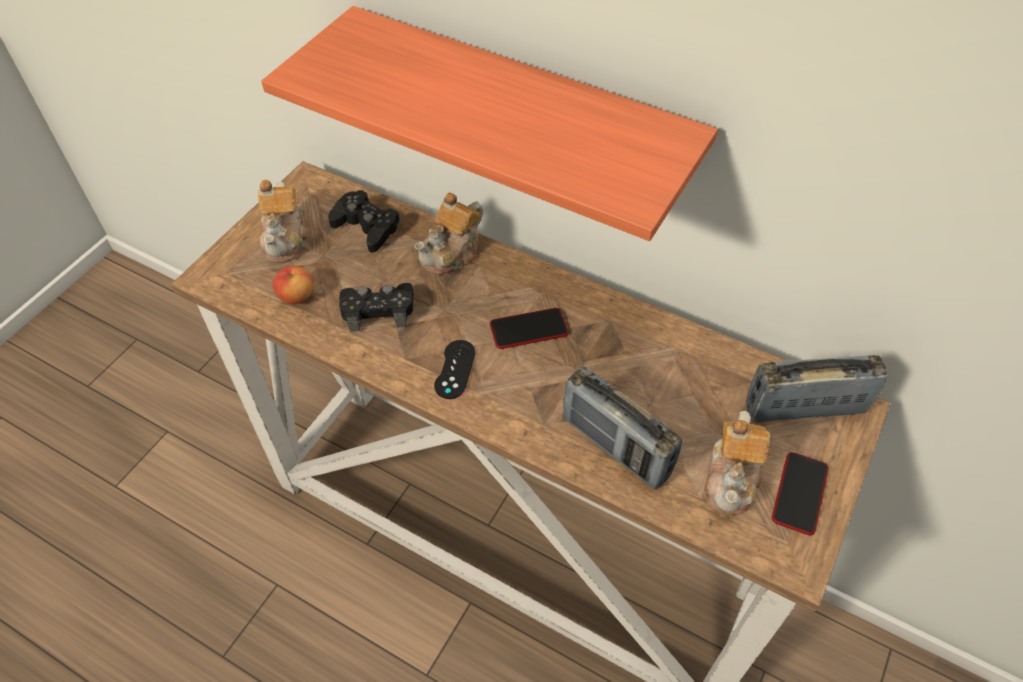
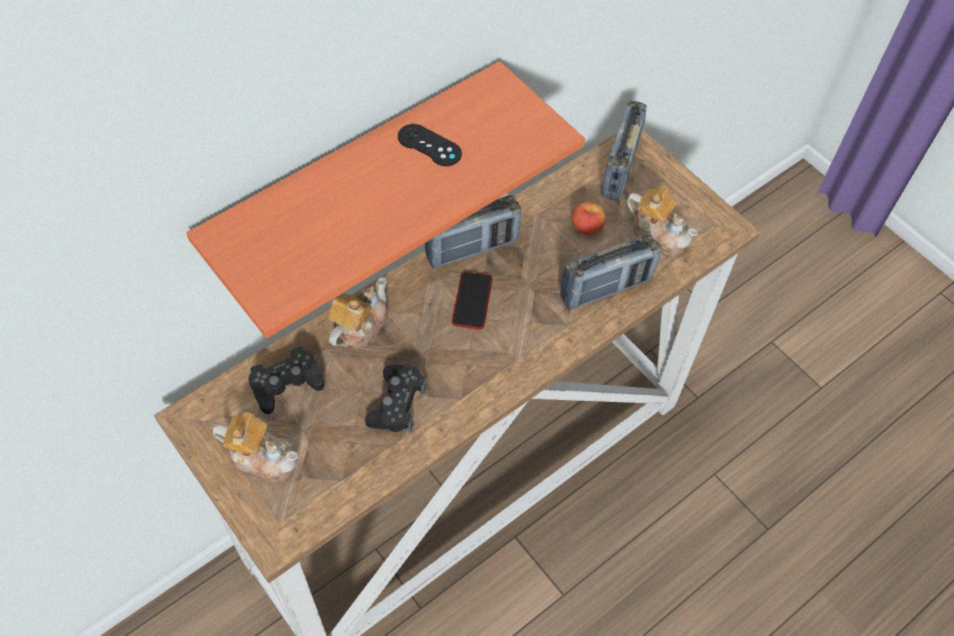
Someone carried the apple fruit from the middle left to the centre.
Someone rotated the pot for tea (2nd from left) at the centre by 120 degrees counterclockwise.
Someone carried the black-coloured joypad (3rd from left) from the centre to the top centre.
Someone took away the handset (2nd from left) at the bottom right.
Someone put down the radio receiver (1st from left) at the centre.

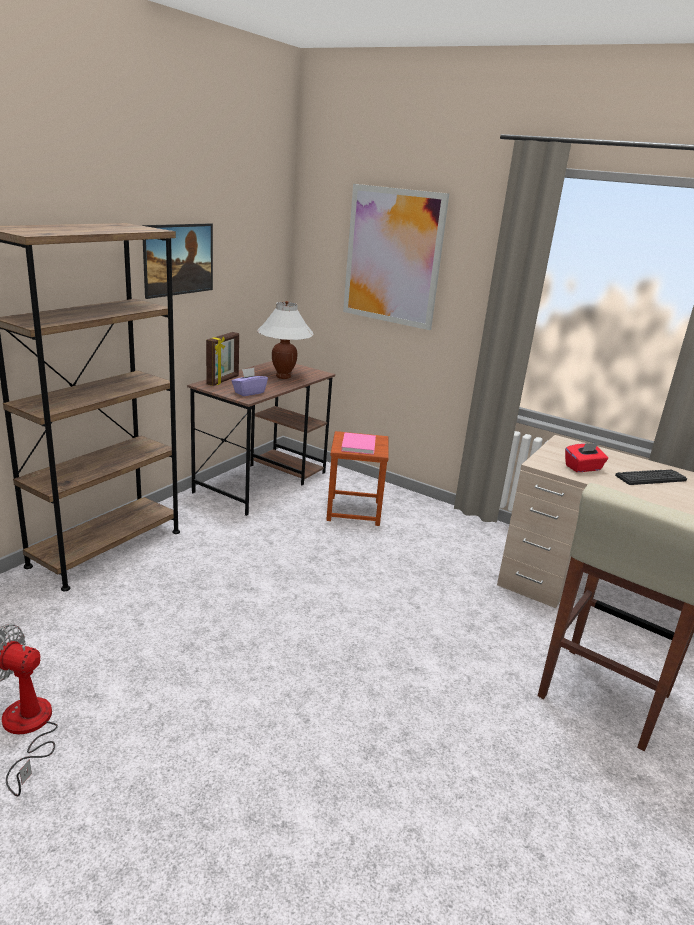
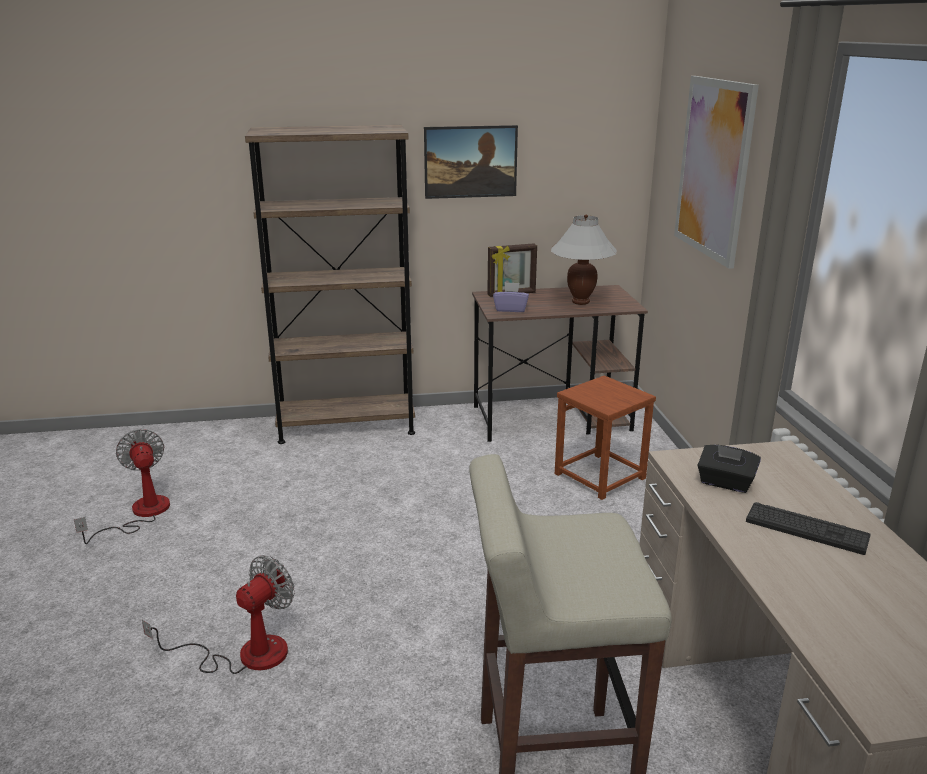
Someone took away the pink-coloured bound book at the centre.
Someone repainted the red box of tissues at the middle right, which became the black-coloured box of tissues at the middle right.
Someone put down the fan (2nd from left) at the bottom left.

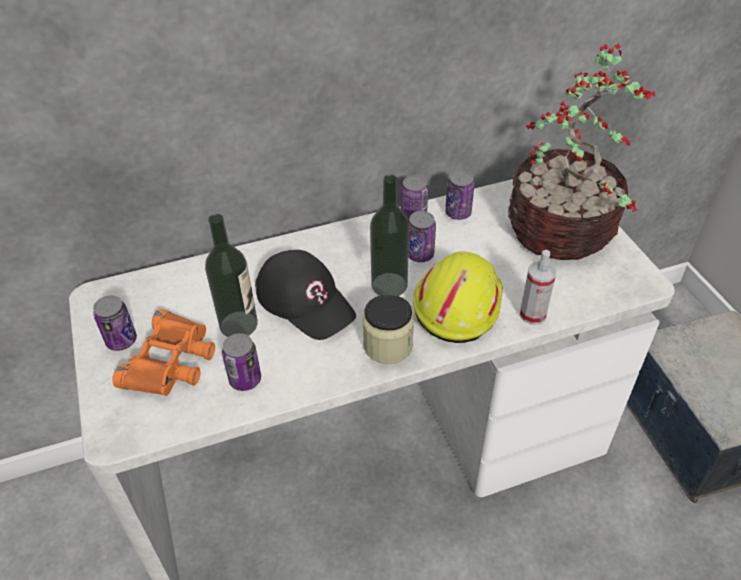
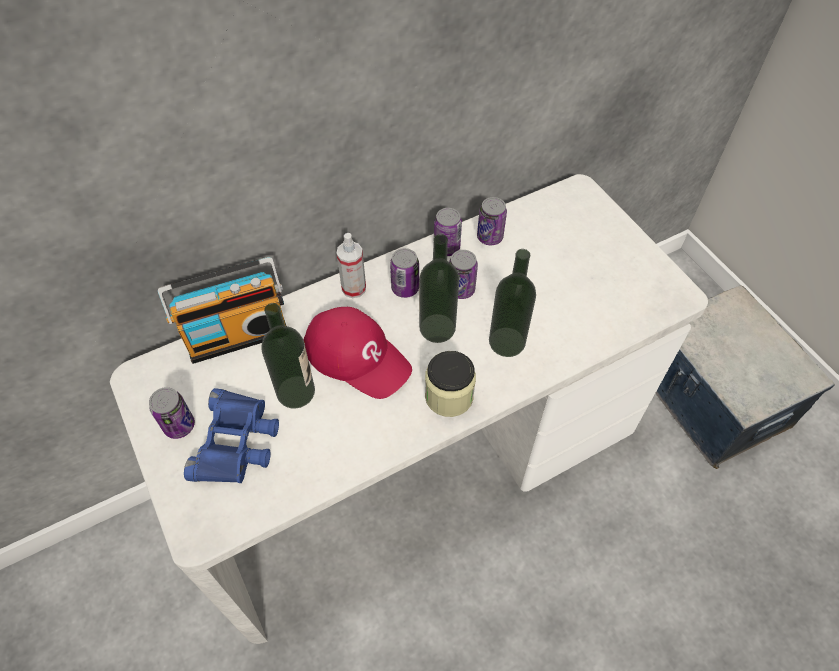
Someone repainted the orange-coloured pair of binoculars at the middle left, which became the blue-coloured pair of binoculars at the middle left.
Someone carried the can (2nd from left) from the middle left to the centre.
Someone repainted the black-coloured cap at the centre, which became the red cap at the centre.
Someone swapped the yellowish work helmet at the centre for the bottle (3rd from left) at the centre.
Someone took away the houseplant at the top right.
Someone carried the hand sprayer from the middle right to the centre.
Someone put down the radio receiver at the middle left.

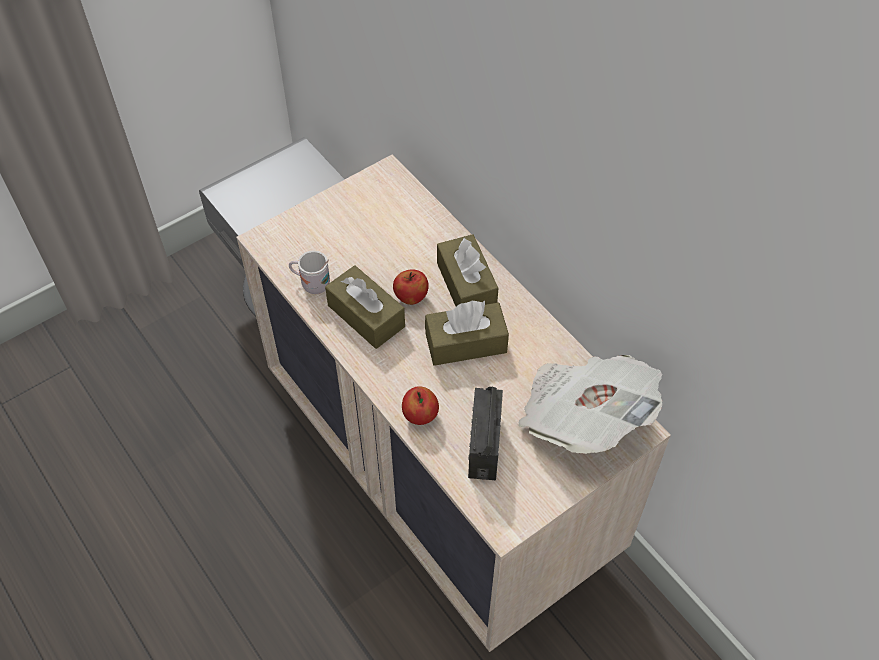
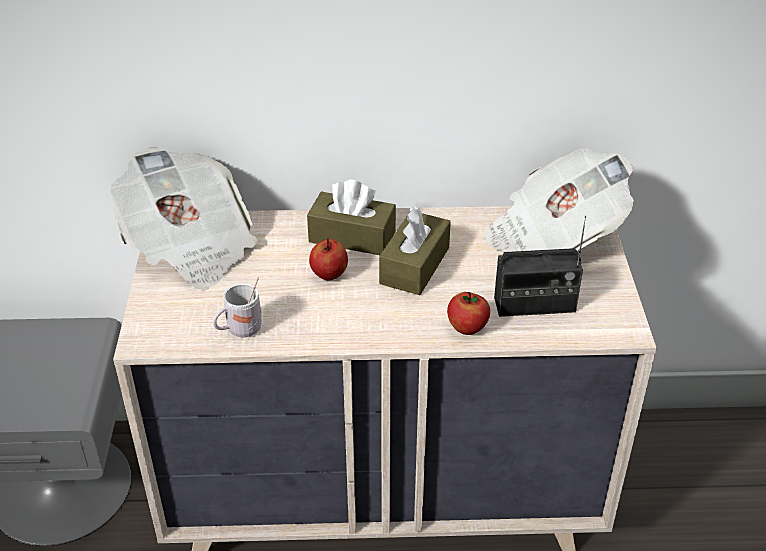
Someone took away the brownish box of tissues (1st from left) at the centre.
Someone rotated the radio receiver at the centre by 45 degrees counterclockwise.
Someone put down the printed paper (1st from left) at the middle left.

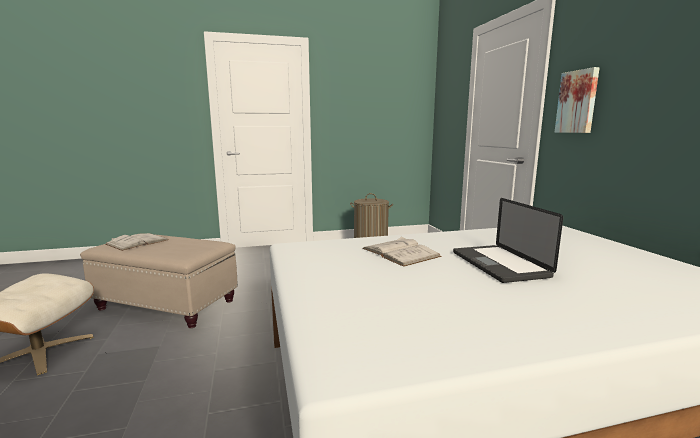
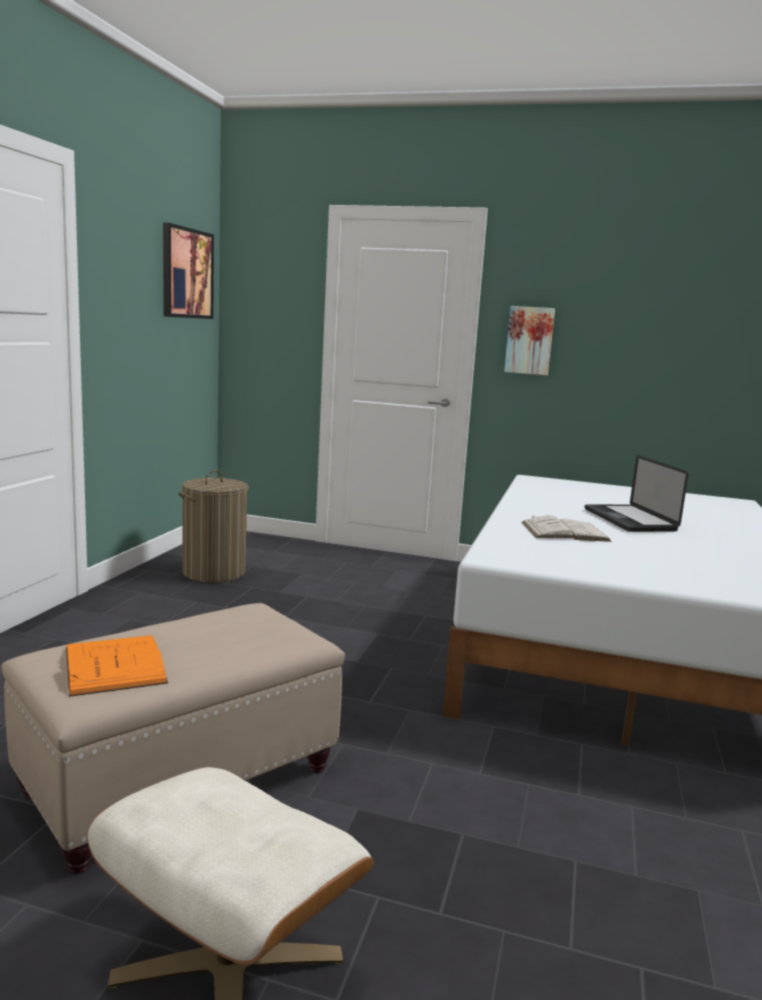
Someone repainted the white bound book (1st from left) at the middle left, which became the orange-coloured bound book at the middle left.
Someone rotated the notebook computer at the middle right by 60 degrees clockwise.
Someone put up the picture (1st from left) at the top left.

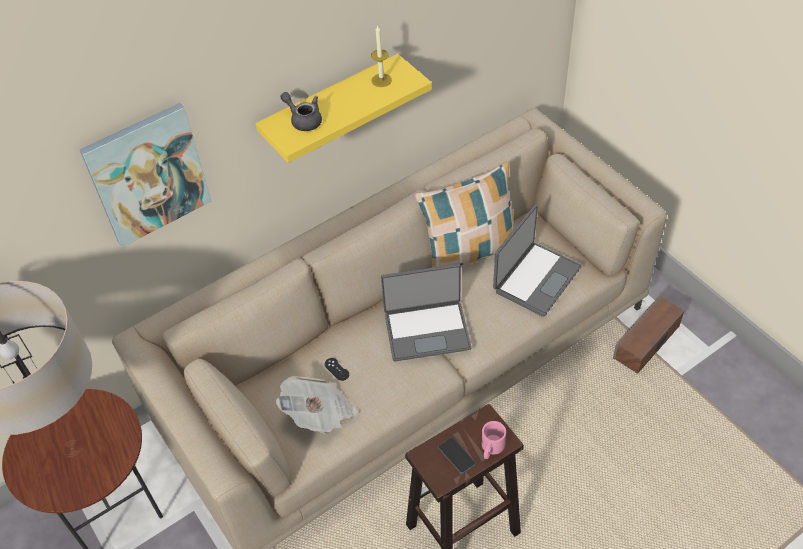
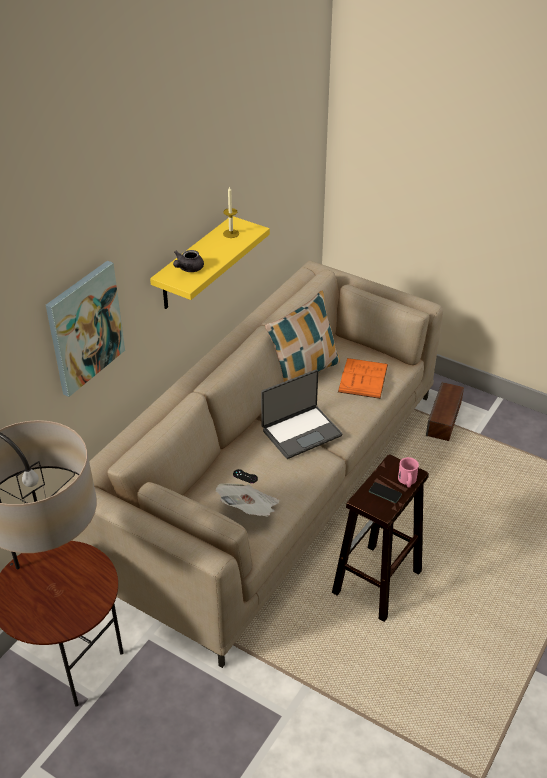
Someone rotated the grey pot for tea at the top centre by 75 degrees counterclockwise.
Someone swapped the notebook computer (2nd from left) at the middle right for the orange-coloured bound book at the centre.

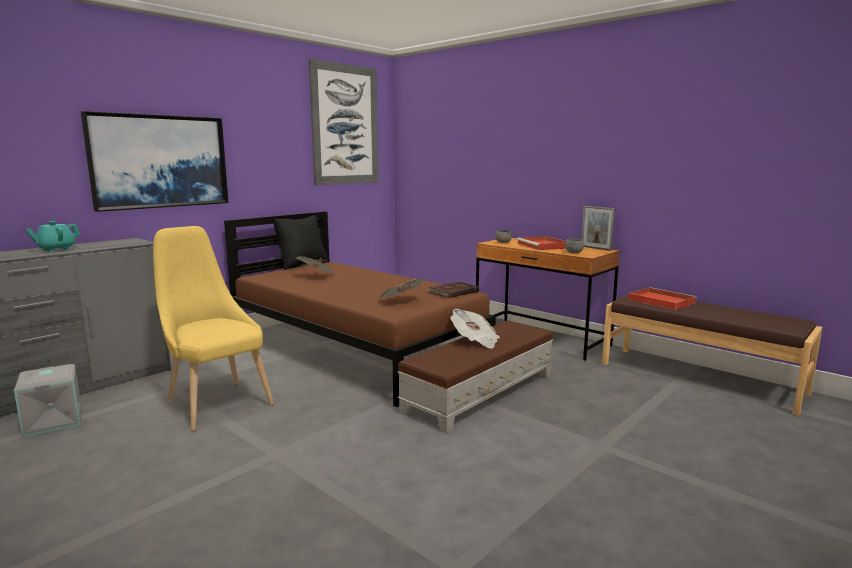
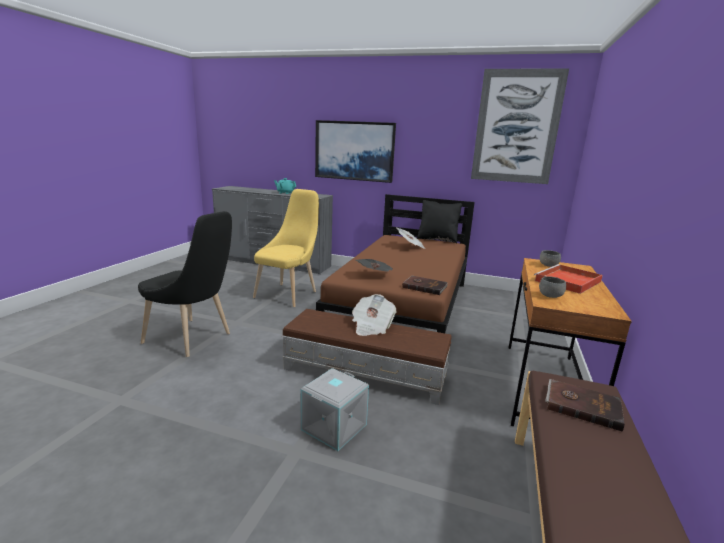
Someone carried the grey storage bin from the bottom left to the bottom centre.
Someone took away the photo frame at the middle right.
Someone swapped the red serving tray (2nd from left) at the middle right for the brownish bound book (2nd from left) at the bottom right.
Someone put down the black-coloured upright chair at the middle left.

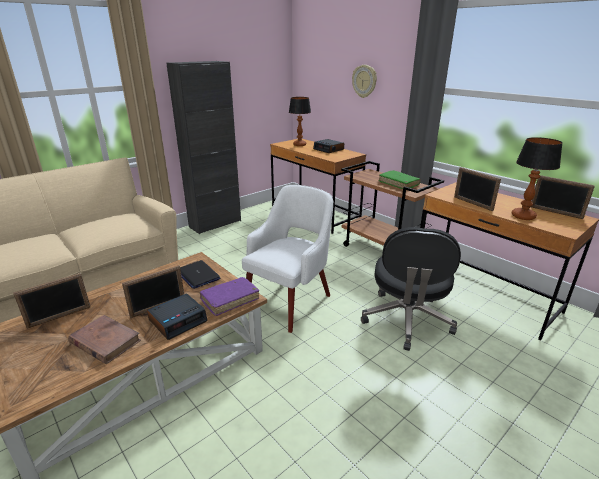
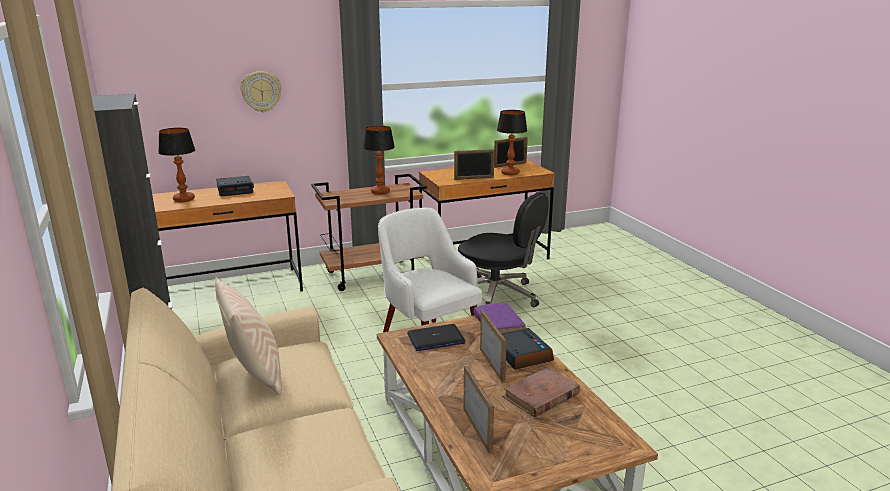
Someone swapped the green-coloured bound book at the centre for the lamp for a table (2nd from left) at the top centre.
Someone put down the beige throw pillow at the bottom left.

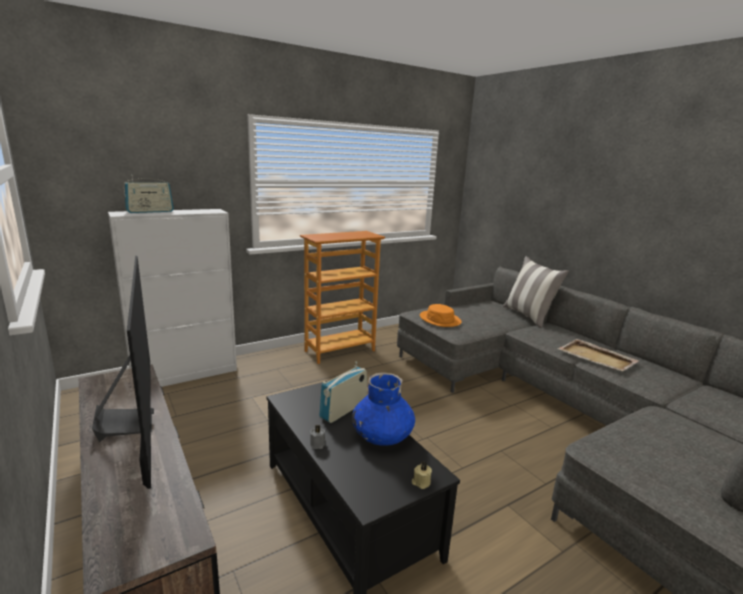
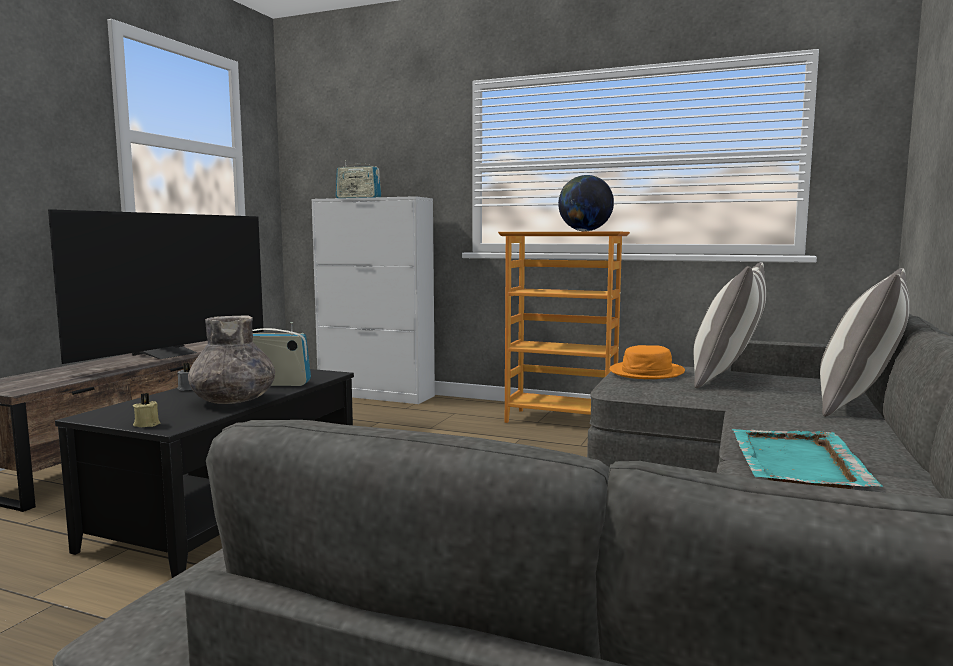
Someone repainted the blue-coloured decorative vase at the bottom centre, which became the grey decorative vase at the middle left.
Someone repainted the beige serving tray at the middle right, which became the blue-green serving tray at the bottom right.
Someone put down the world globe at the top centre.
Someone put down the throw pillow (1st from left) at the middle right.

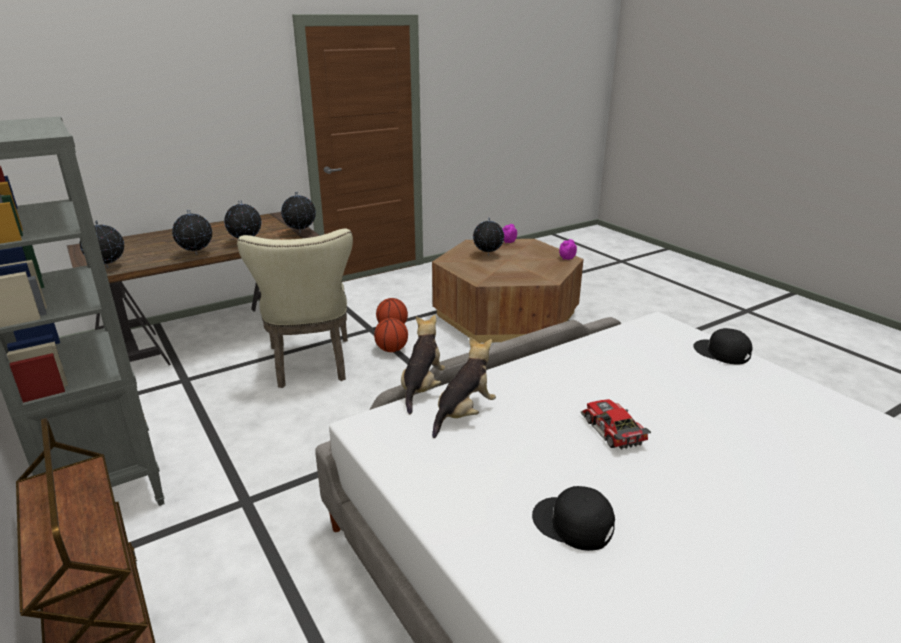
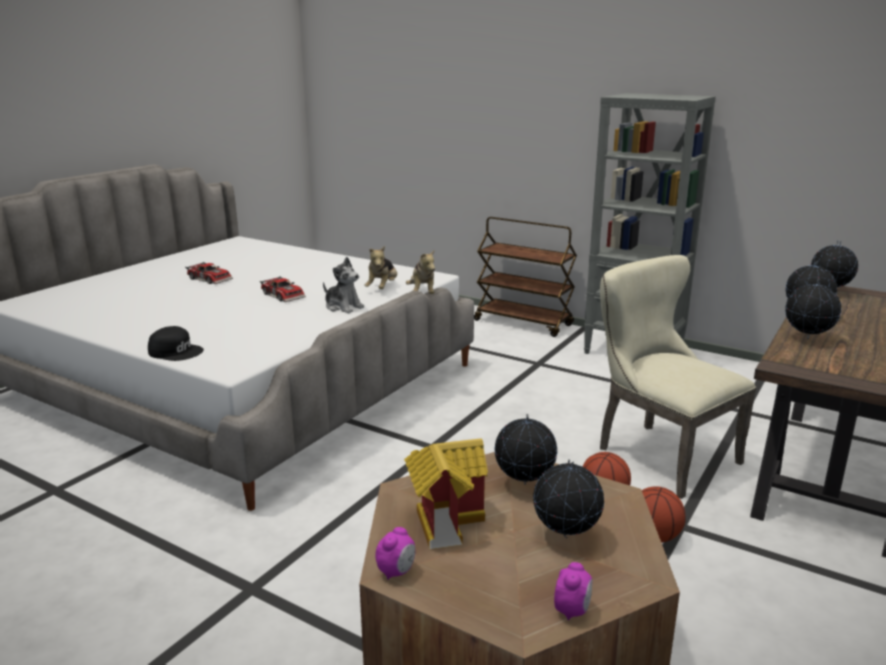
Someone carried the world globe (4th from left in the first image) from the top left to the bottom centre.
Someone took away the black-coloured cap (1st from left) at the bottom centre.
Someone put down the toy car (1st from left) at the middle left.
Someone put down the soft toy (1st from left) at the centre.
Someone put down the miniature house at the bottom centre.

